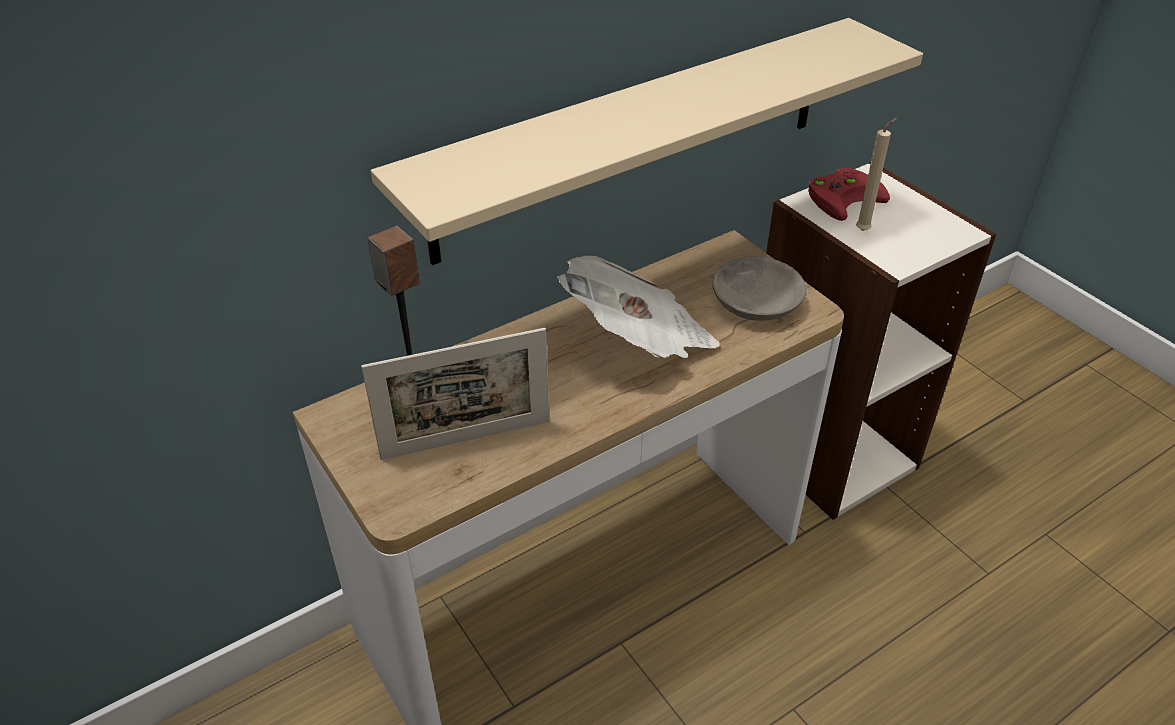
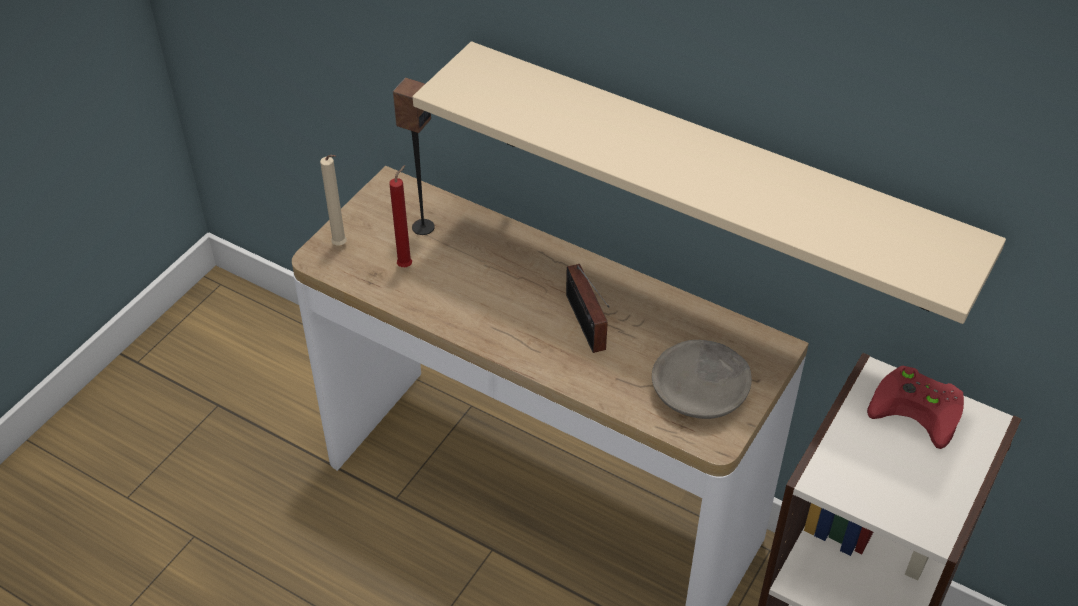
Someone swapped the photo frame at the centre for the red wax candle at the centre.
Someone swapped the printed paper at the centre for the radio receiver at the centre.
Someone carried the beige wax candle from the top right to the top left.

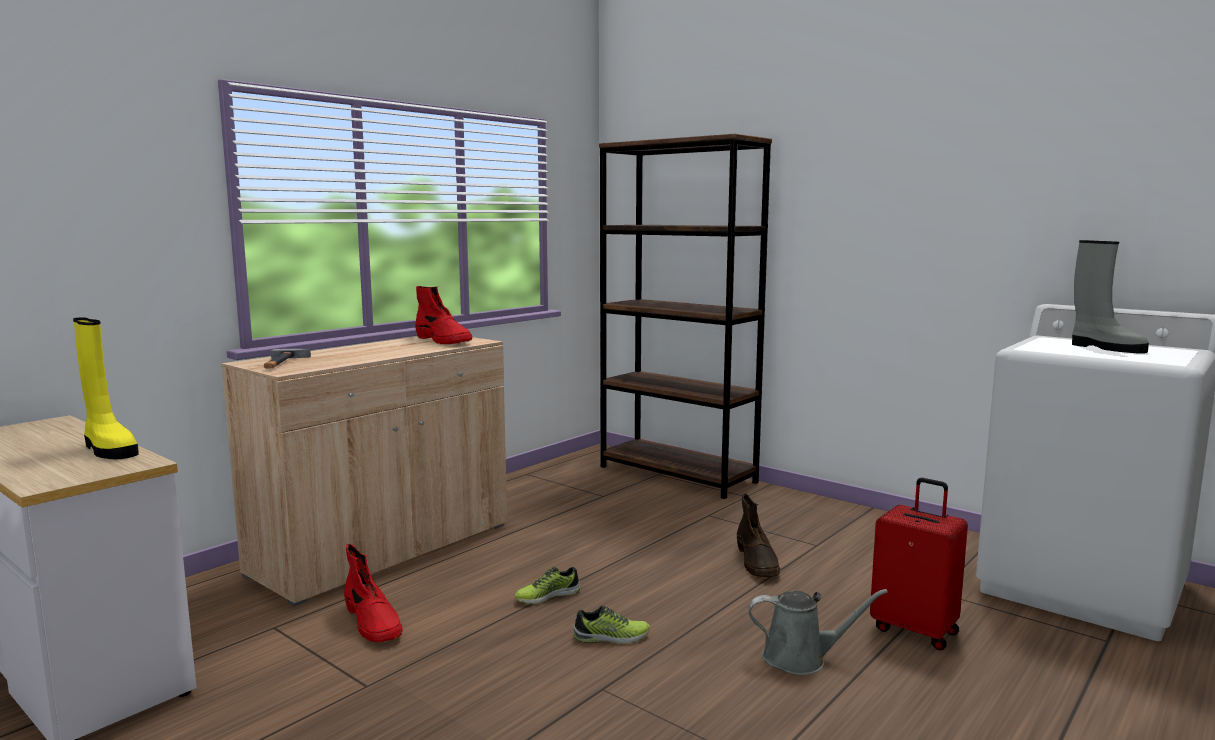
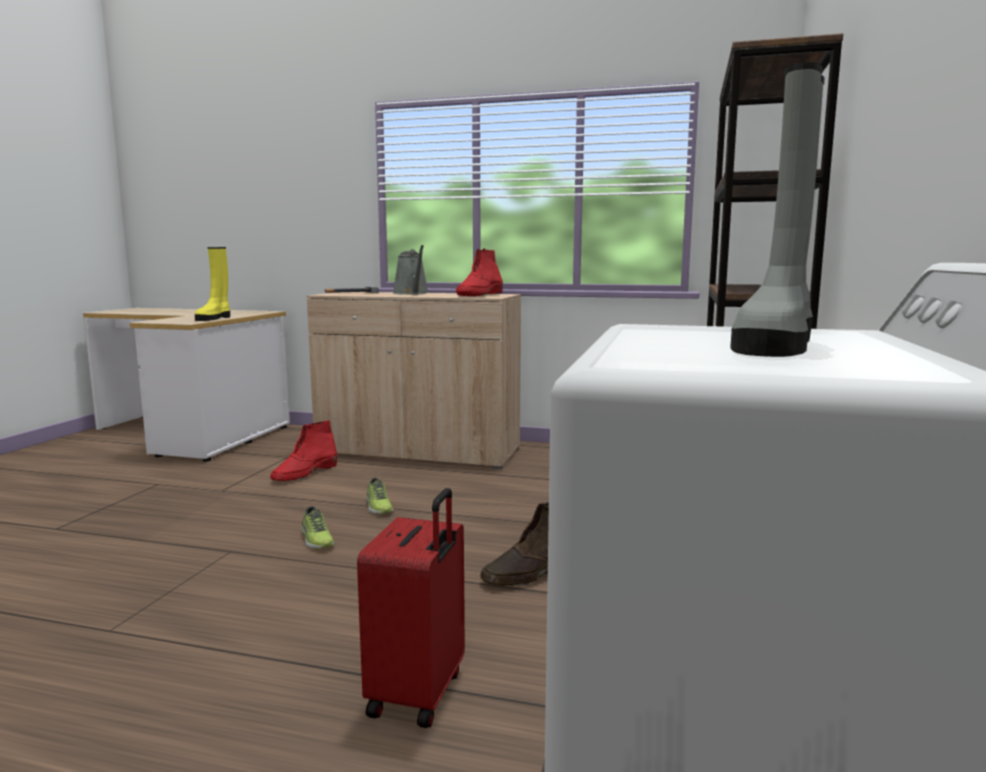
Someone rotated the shoe (1st from left in the first image) at the bottom centre by 150 degrees counterclockwise.
Someone carried the grey watering pot from the bottom right to the centre.

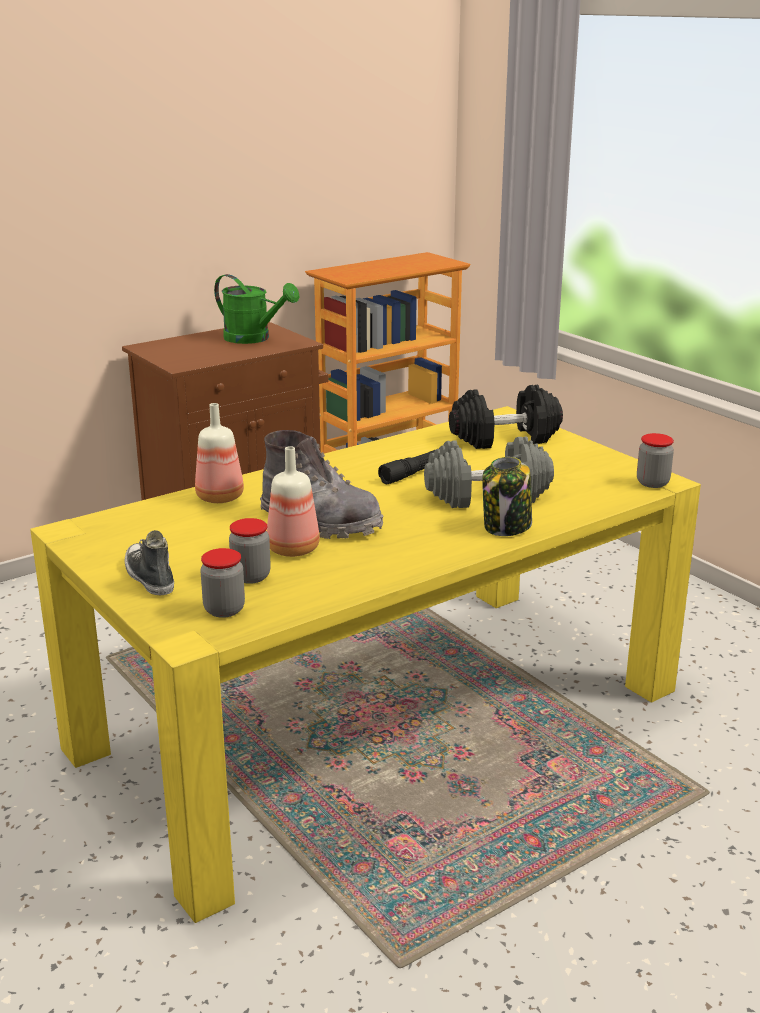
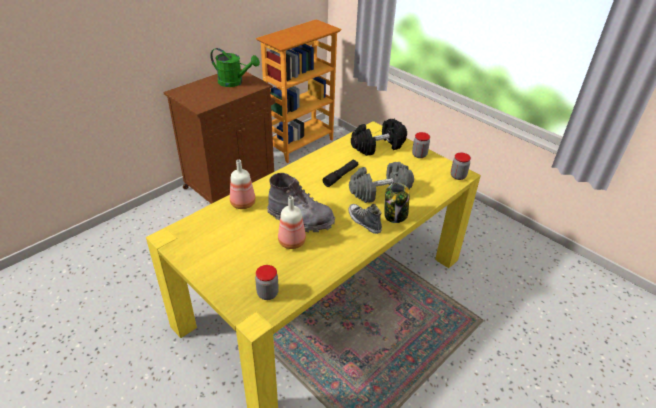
Someone carried the shoe from the middle left to the centre.
Someone carried the storage jar (2nd from left in the first image) from the middle left to the centre.

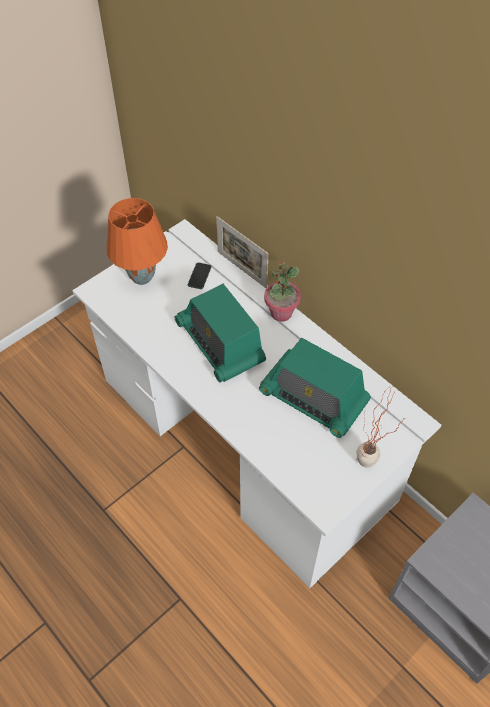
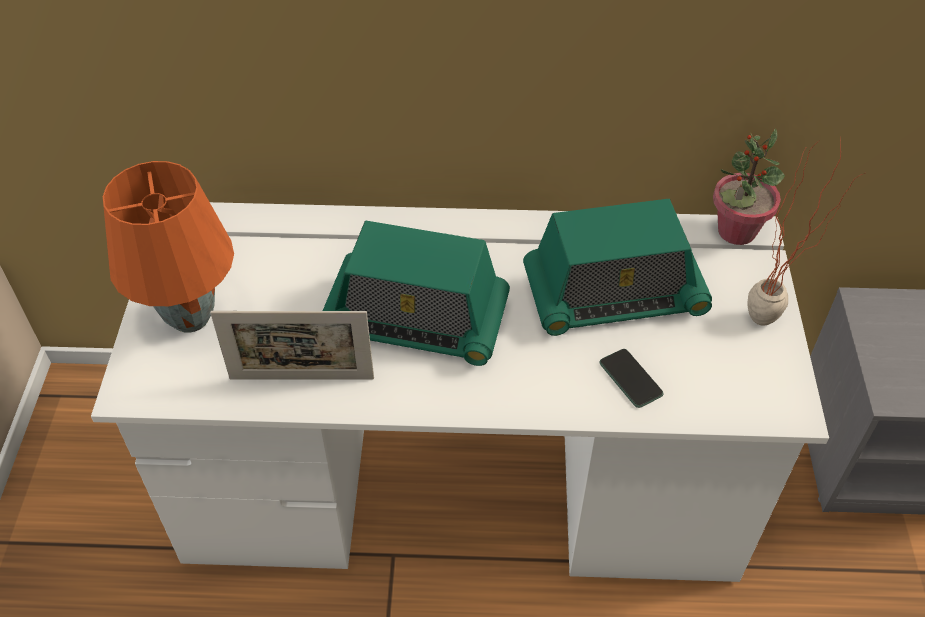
Someone carried the handset from the centre to the middle right.
Someone carried the photo frame from the centre to the middle left.
Someone carried the houseplant (1st from left) from the centre to the top right.

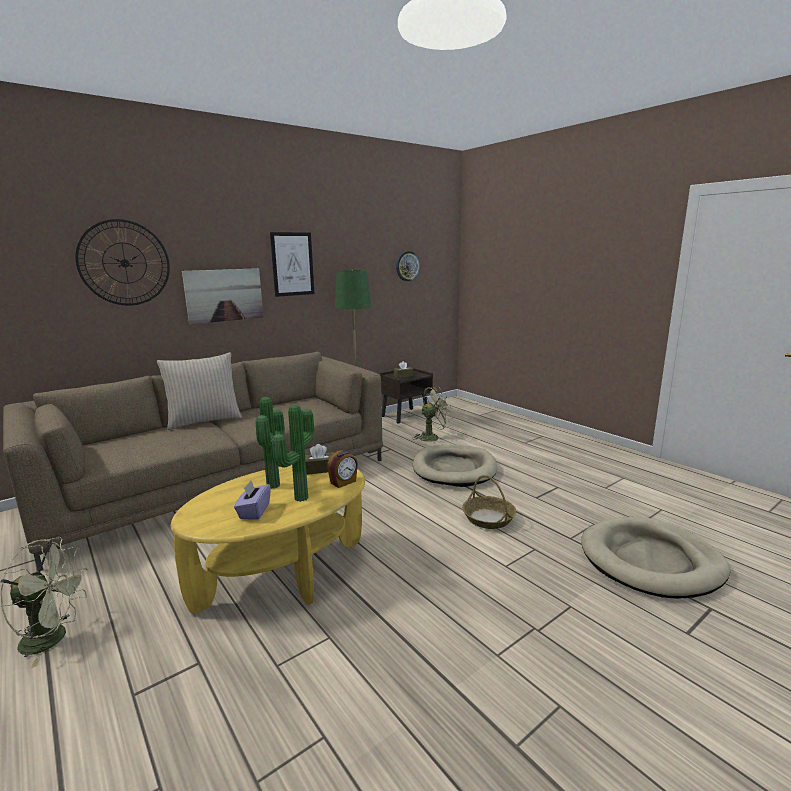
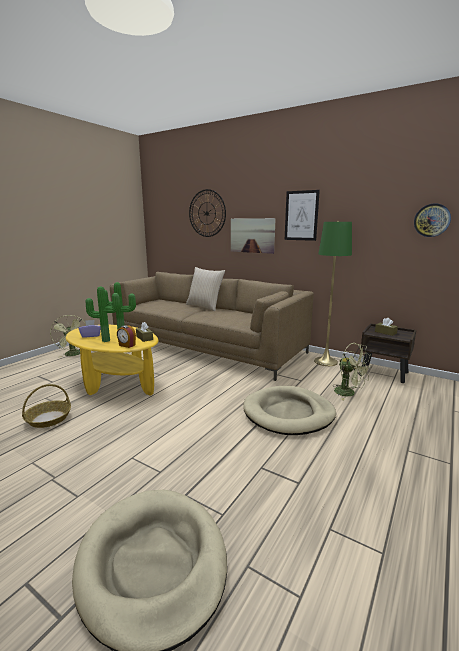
Someone carried the household basket from the centre to the middle left.

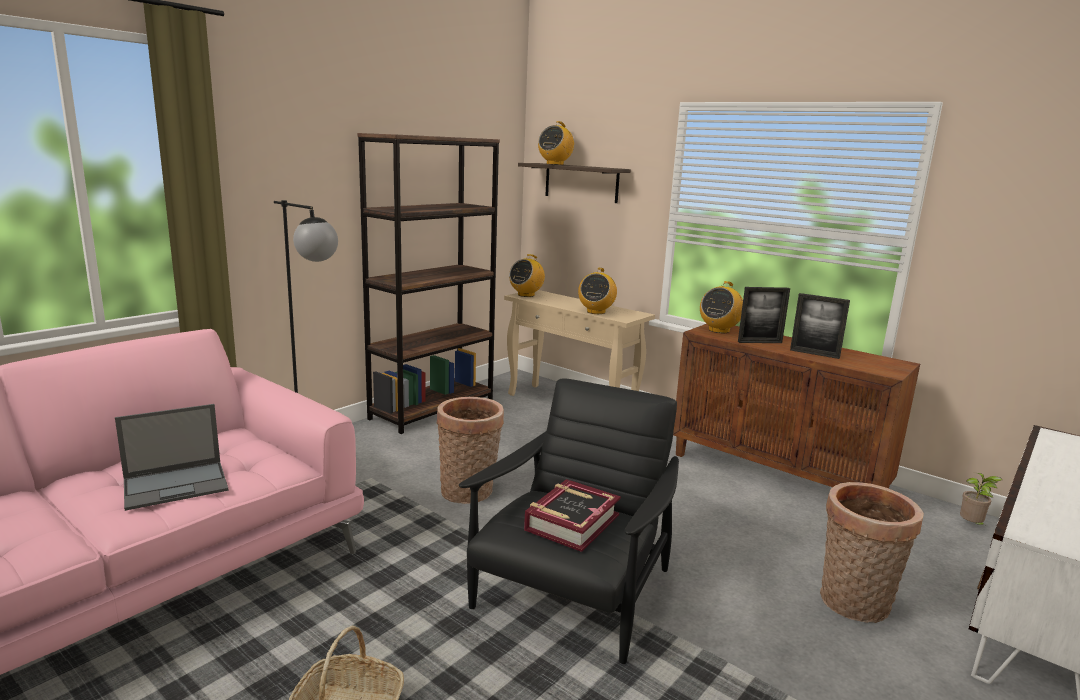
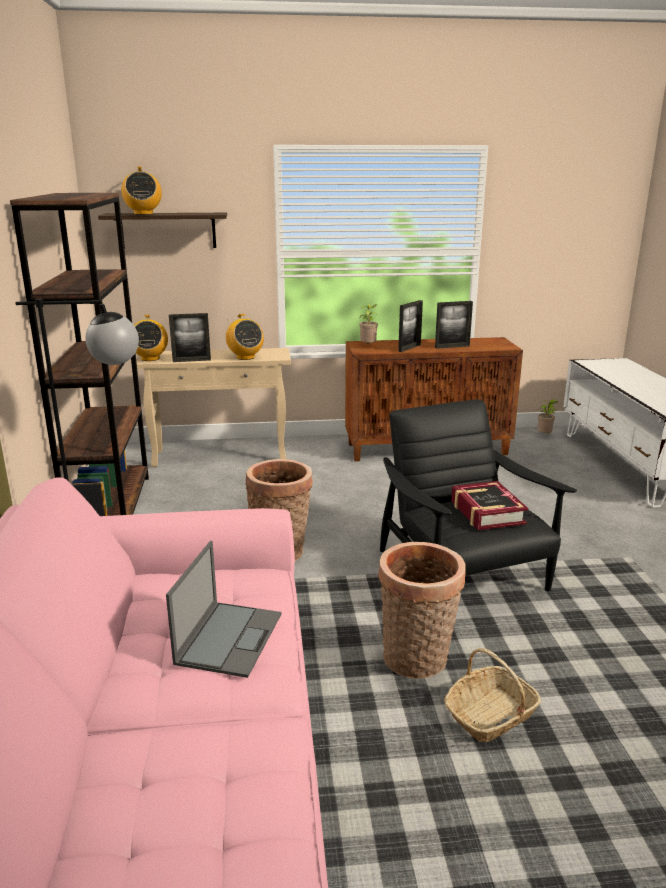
Someone swapped the radio receiver (4th from left) at the middle right for the houseplant (1st from left) at the centre.
Someone carried the household basket (3rd from left in the first image) from the bottom right to the bottom centre.
Someone put down the photo frame (1st from left) at the middle left.

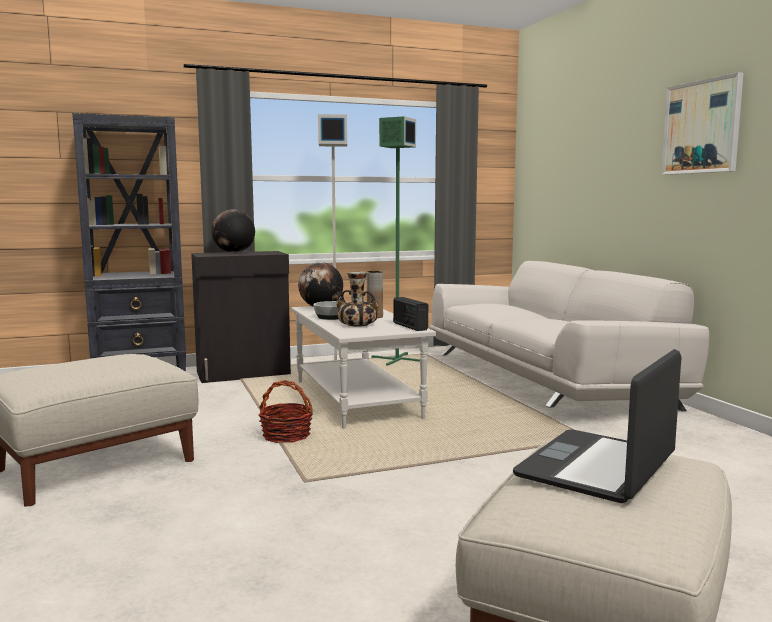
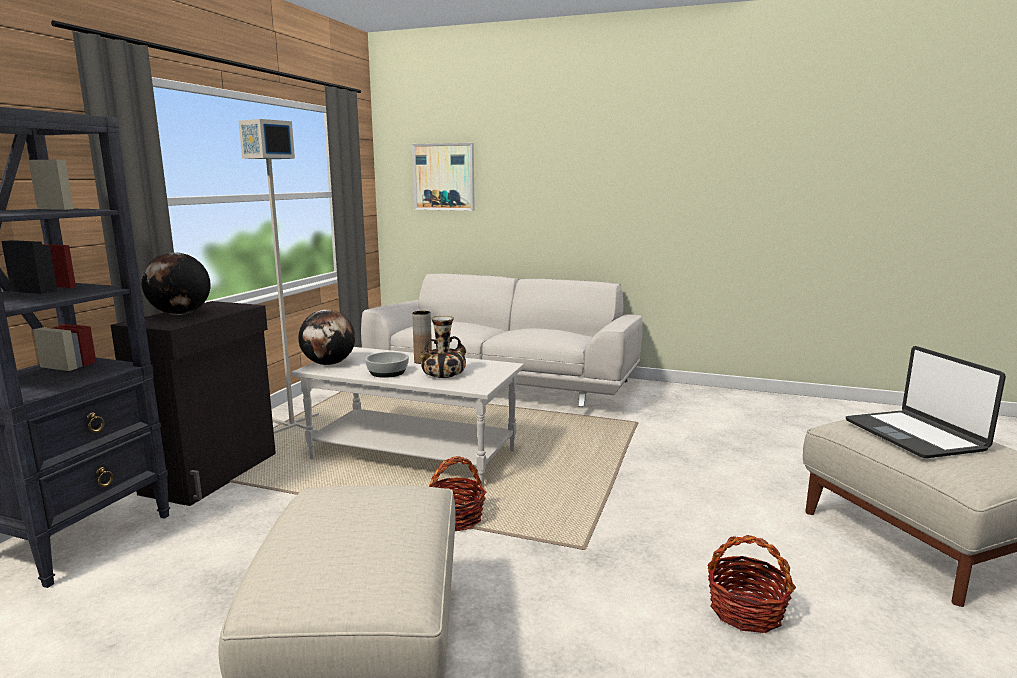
Someone took away the green-coloured floor lamp at the centre.
Someone took away the radio receiver at the centre.
Someone carried the picture from the top right to the top centre.
Someone put down the household basket (2nd from left) at the bottom right.

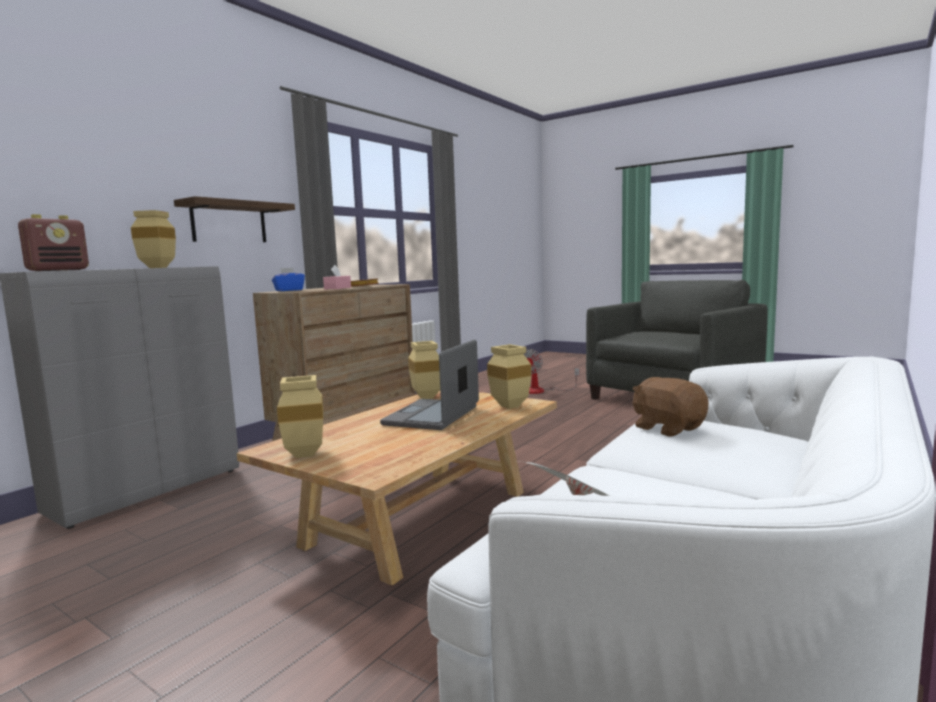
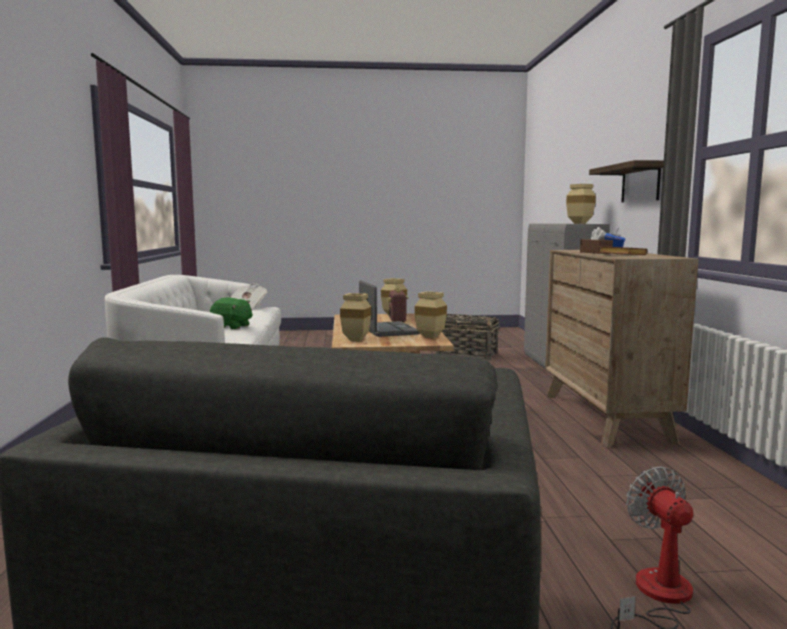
Someone carried the radio receiver from the middle left to the centre.
Someone repainted the pink-coloured box of tissues at the centre, which became the brownish box of tissues at the middle right.
Someone repainted the brownish soft toy at the middle right, which became the green-coloured soft toy at the middle left.
Someone put down the household basket at the centre.

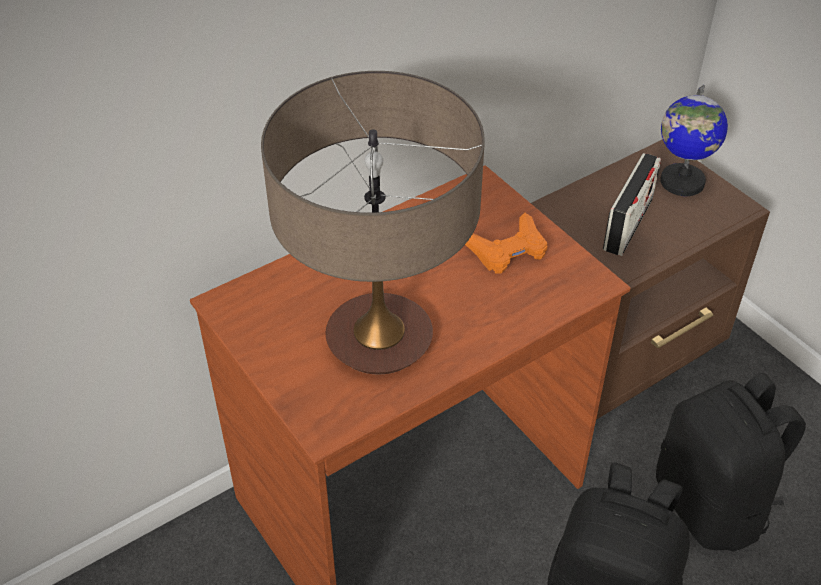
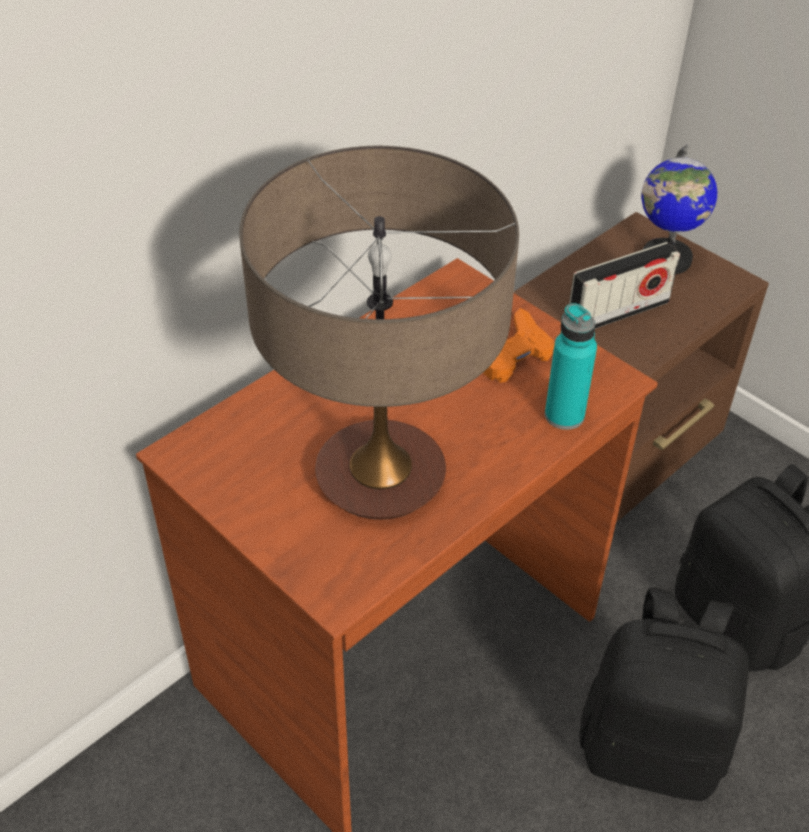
Someone rotated the radio receiver at the middle right by 45 degrees clockwise.
Someone put down the blue-green bottle at the middle right.

